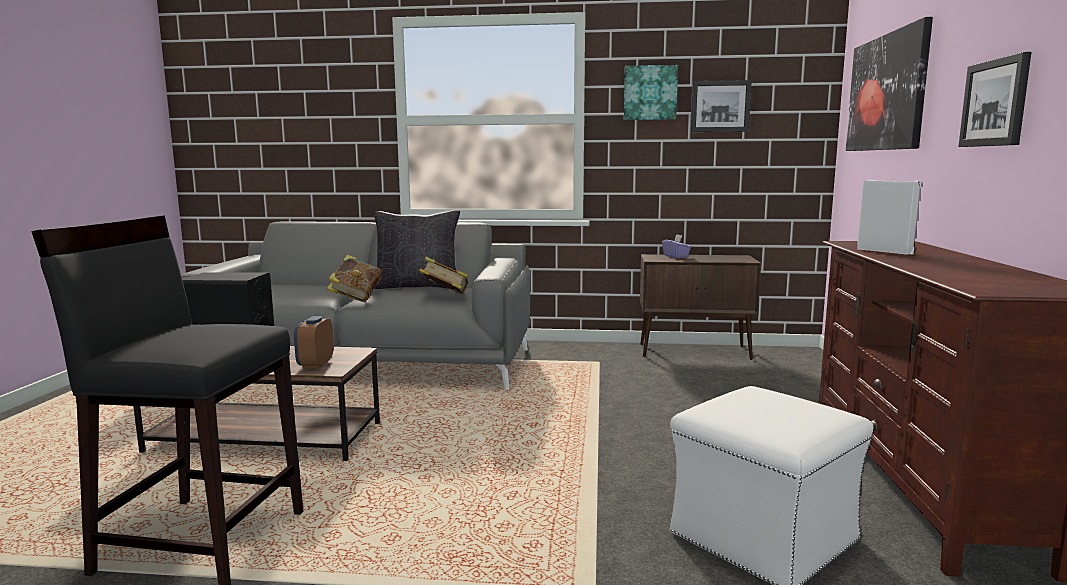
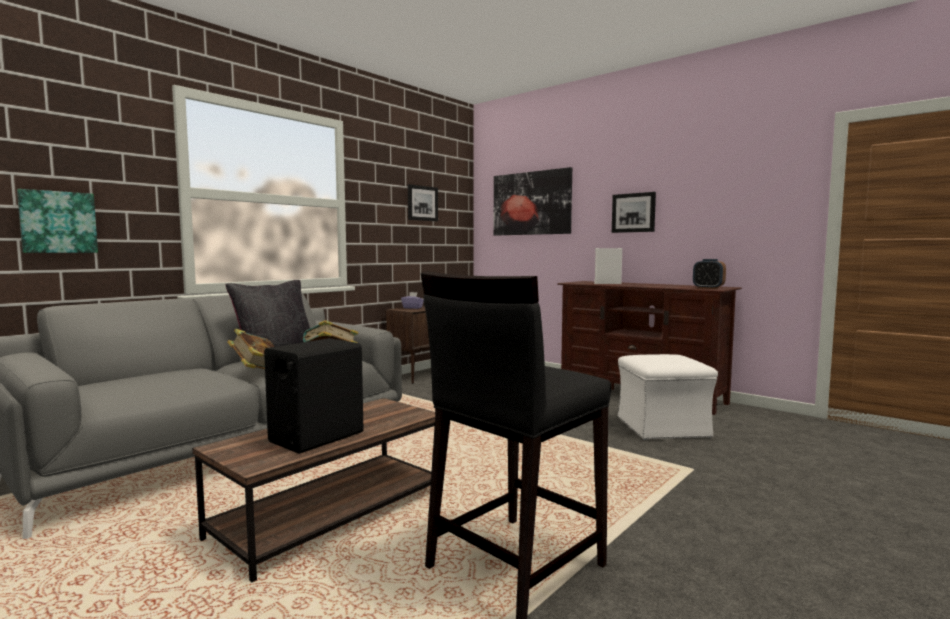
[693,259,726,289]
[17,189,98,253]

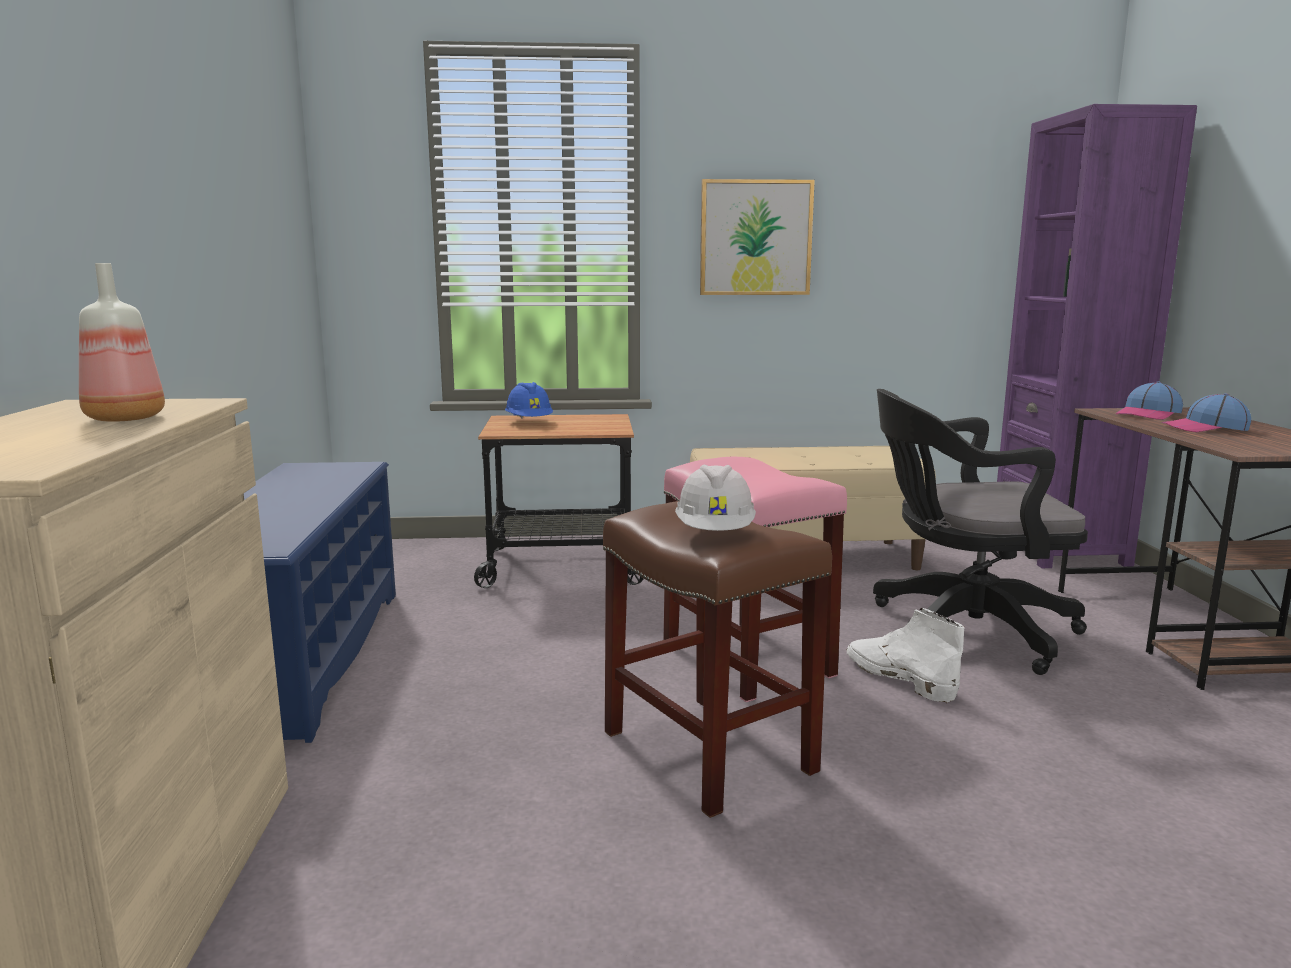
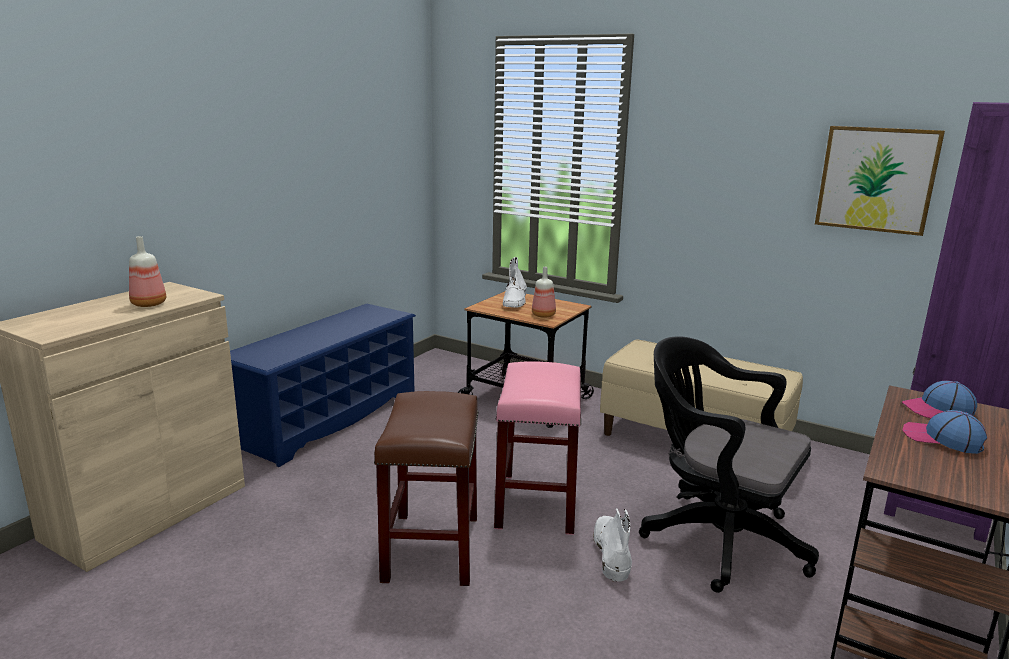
[503,257,527,308]
[675,464,756,531] (first image)
[815,126,945,236]
[532,267,556,318]

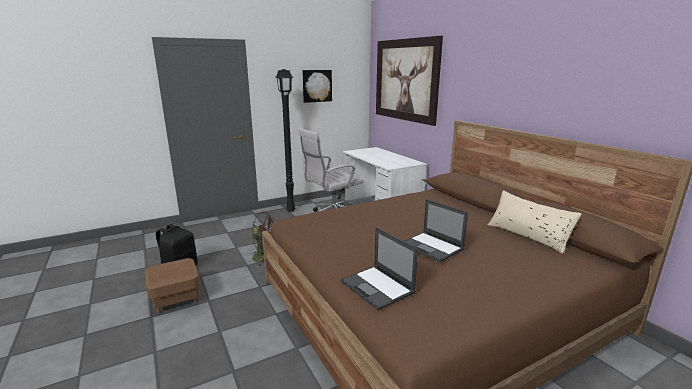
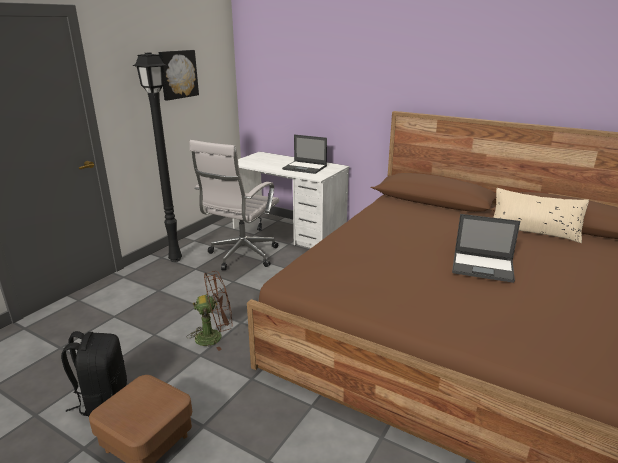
[282,134,327,174]
[376,36,443,126] (first image)

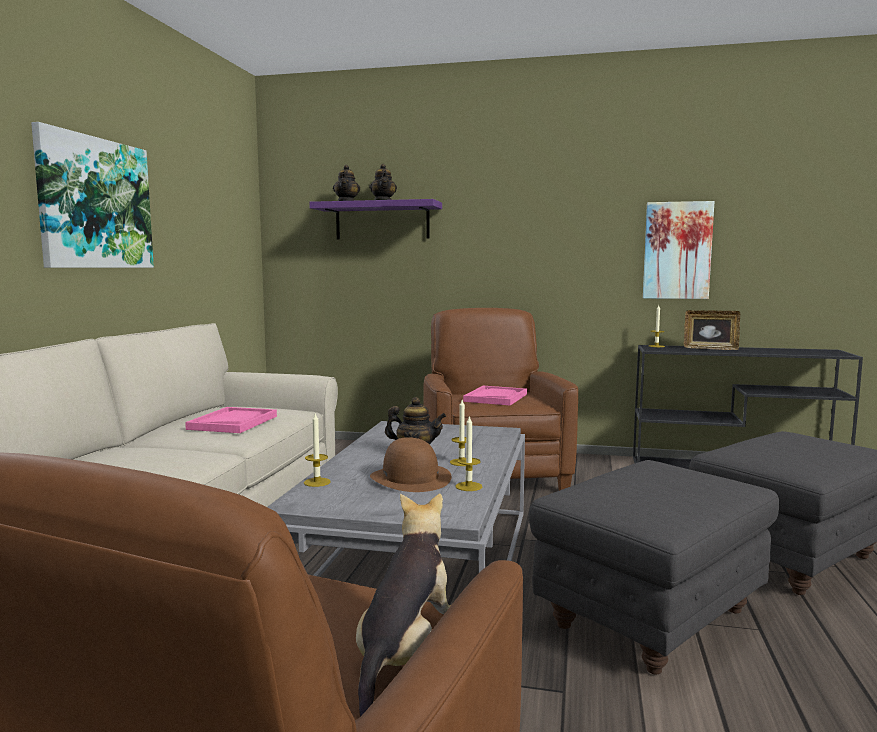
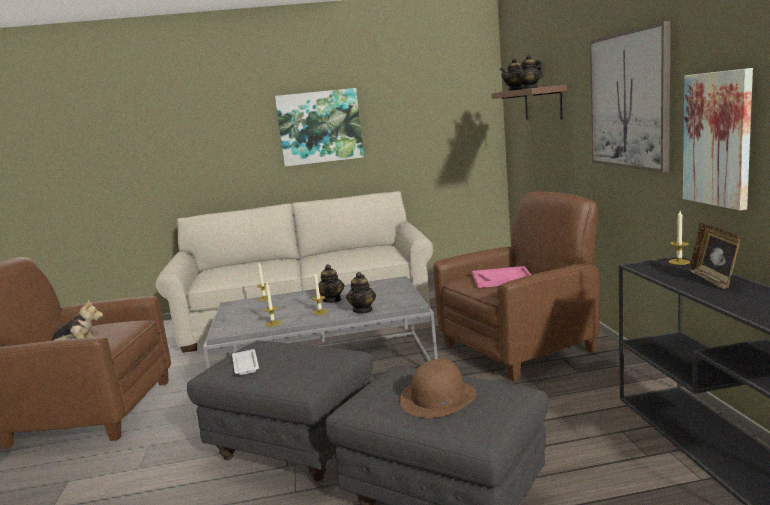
[185,407,277,433] (first image)
[491,85,567,119]
[399,359,476,418]
[232,349,259,375]
[346,272,376,313]
[590,21,671,173]

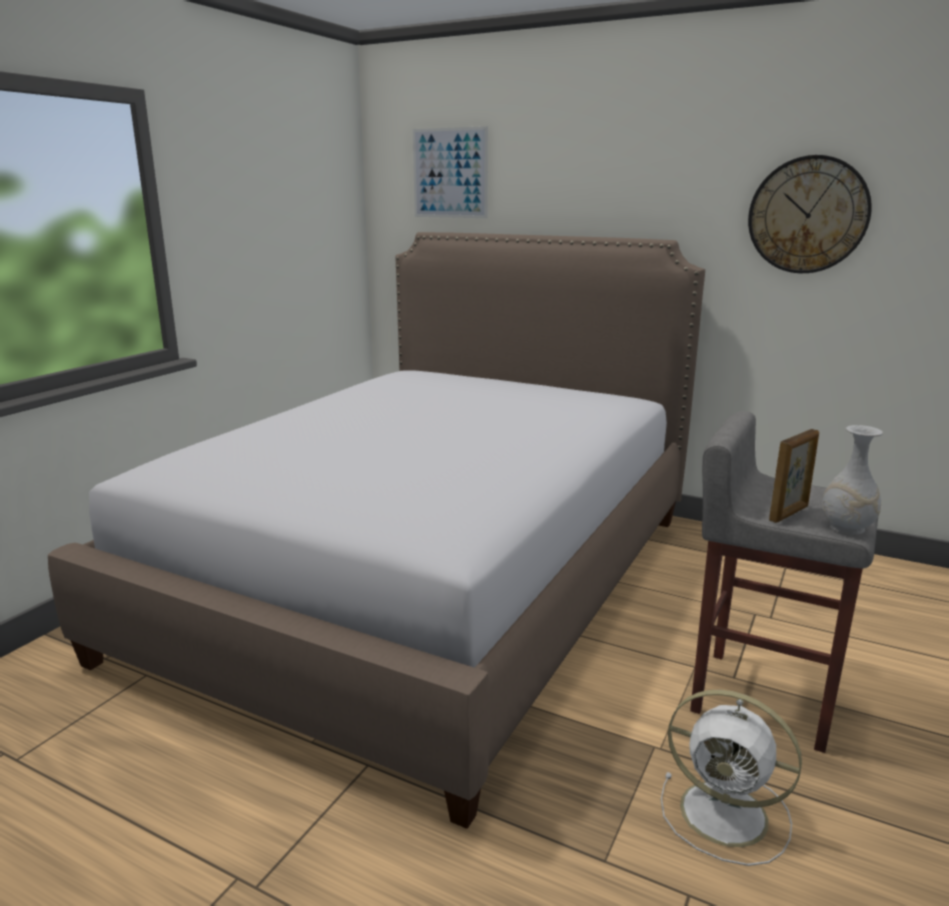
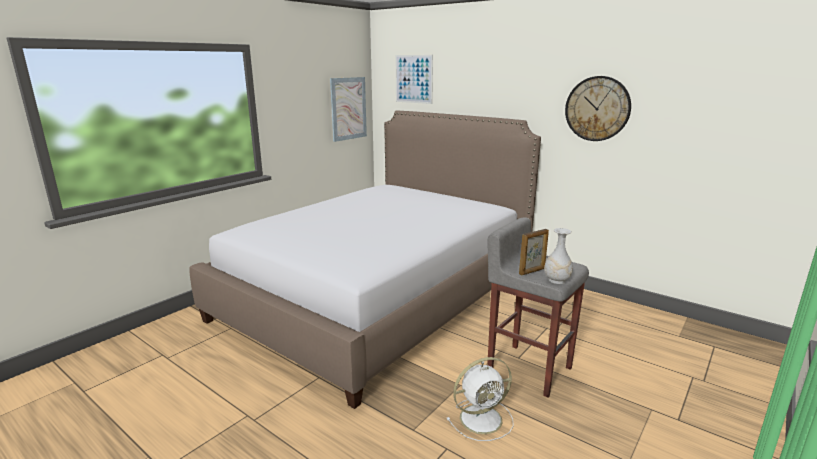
[446,357,514,441]
[330,77,367,142]

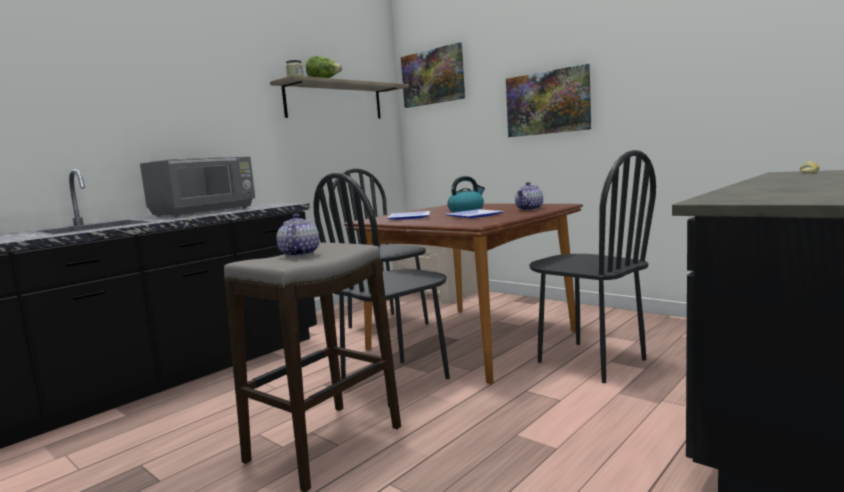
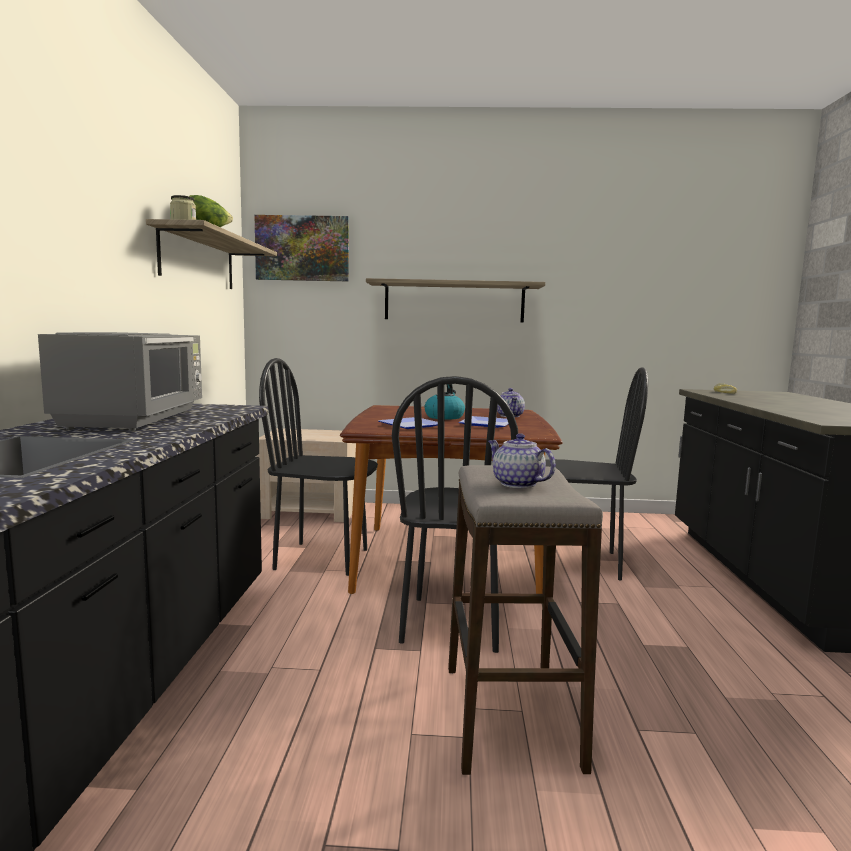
[366,278,545,322]

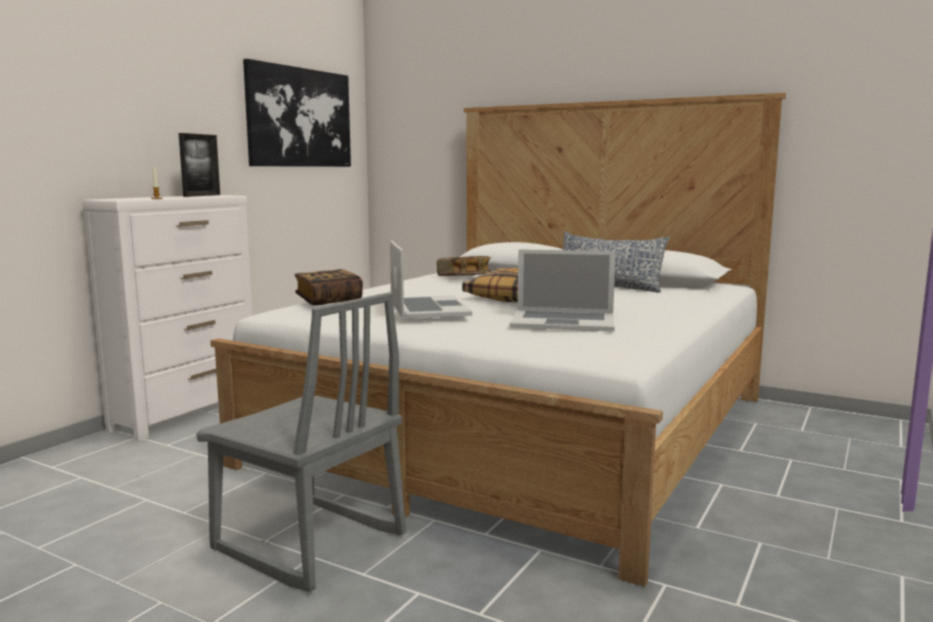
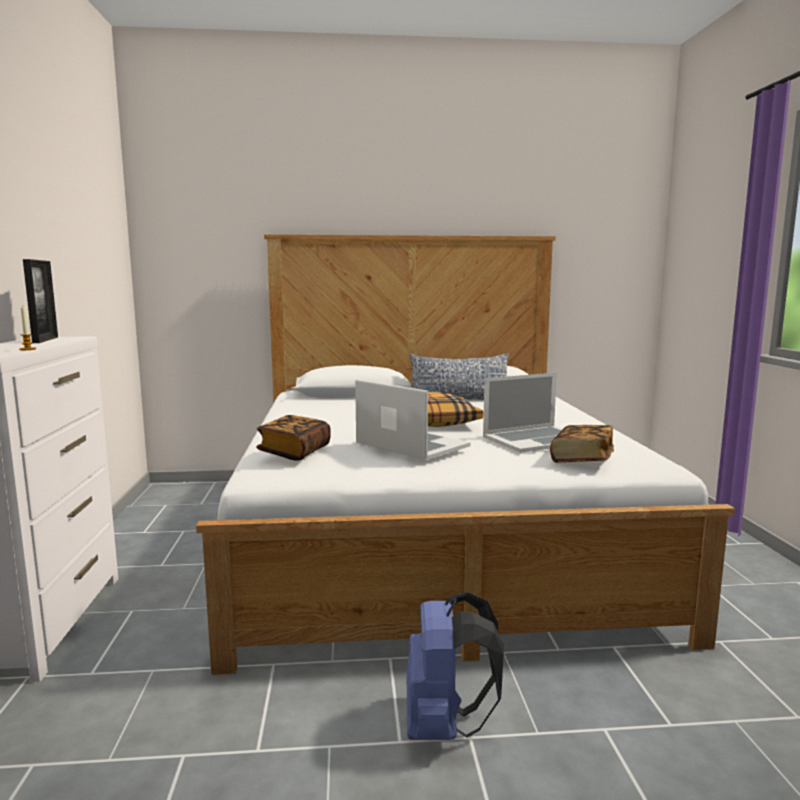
[407,592,504,740]
[243,59,351,167] (first image)
[550,425,614,463]

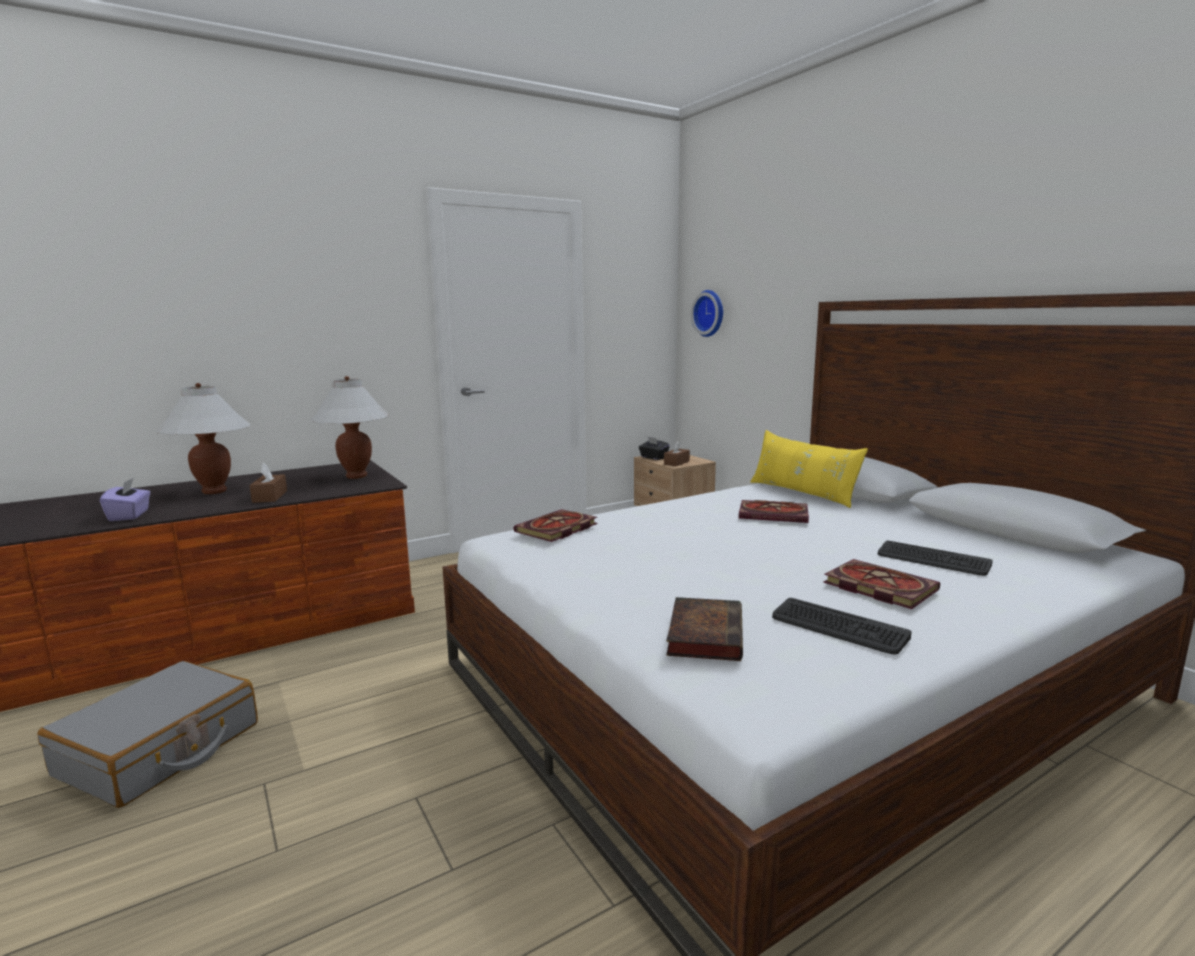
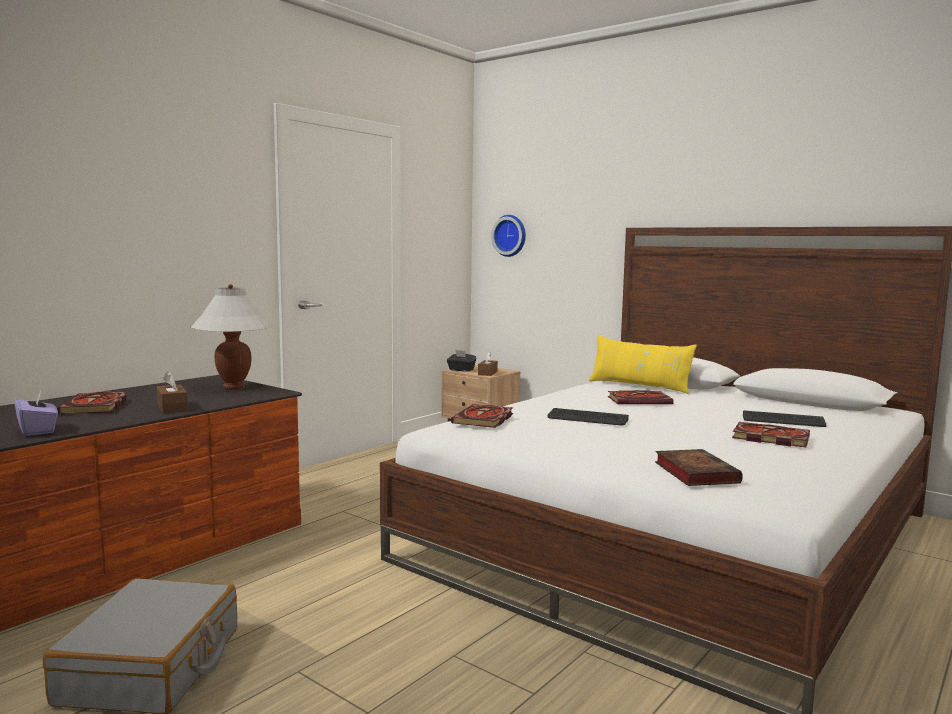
[57,391,128,414]
[547,408,629,425]

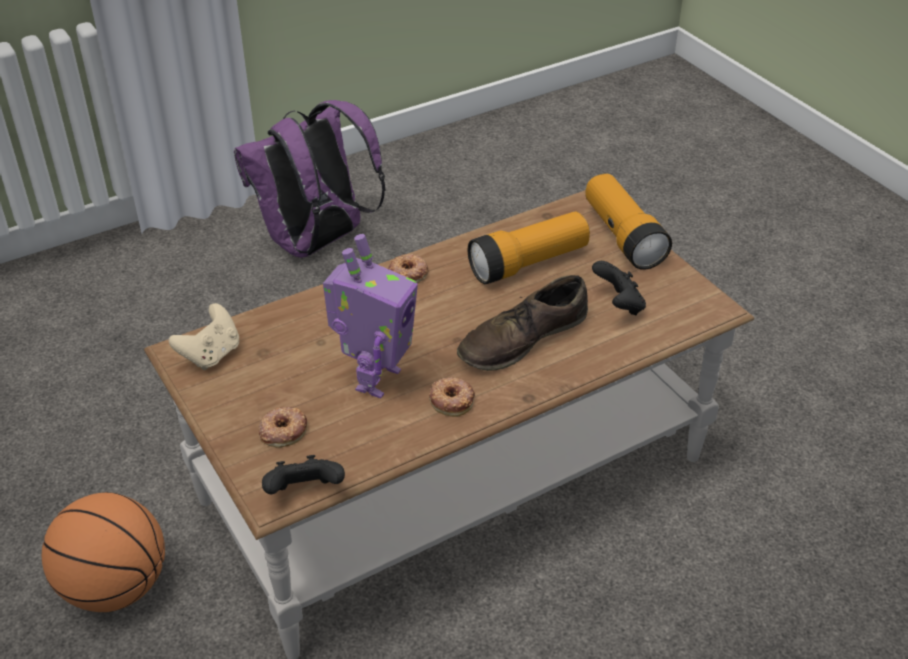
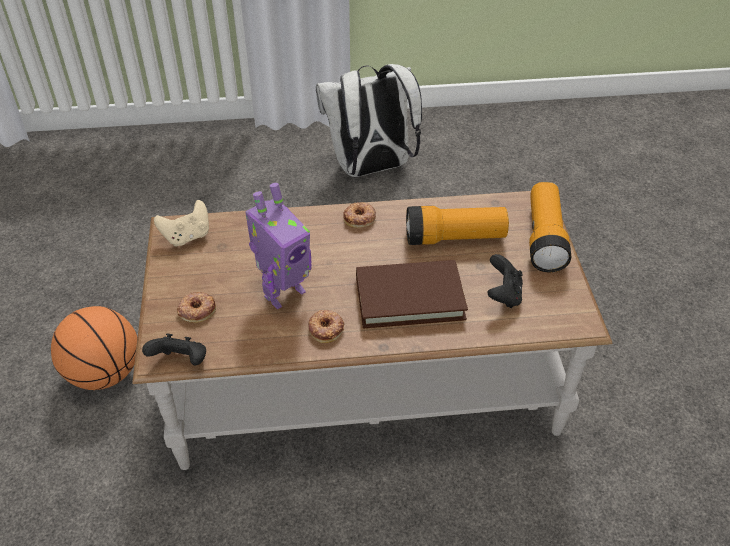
[316,64,422,177]
[356,260,468,328]

